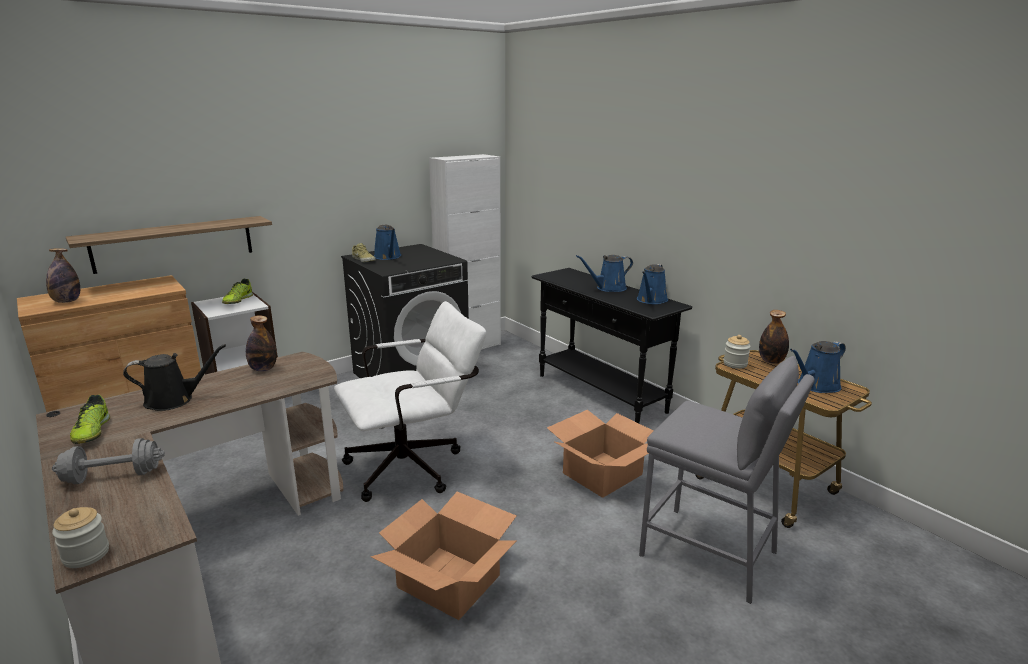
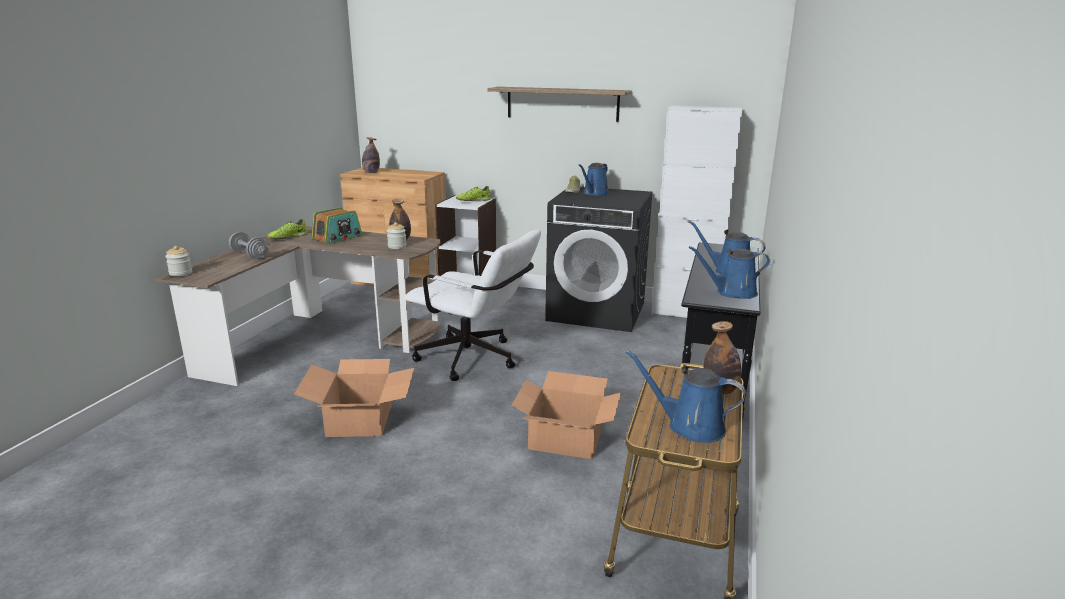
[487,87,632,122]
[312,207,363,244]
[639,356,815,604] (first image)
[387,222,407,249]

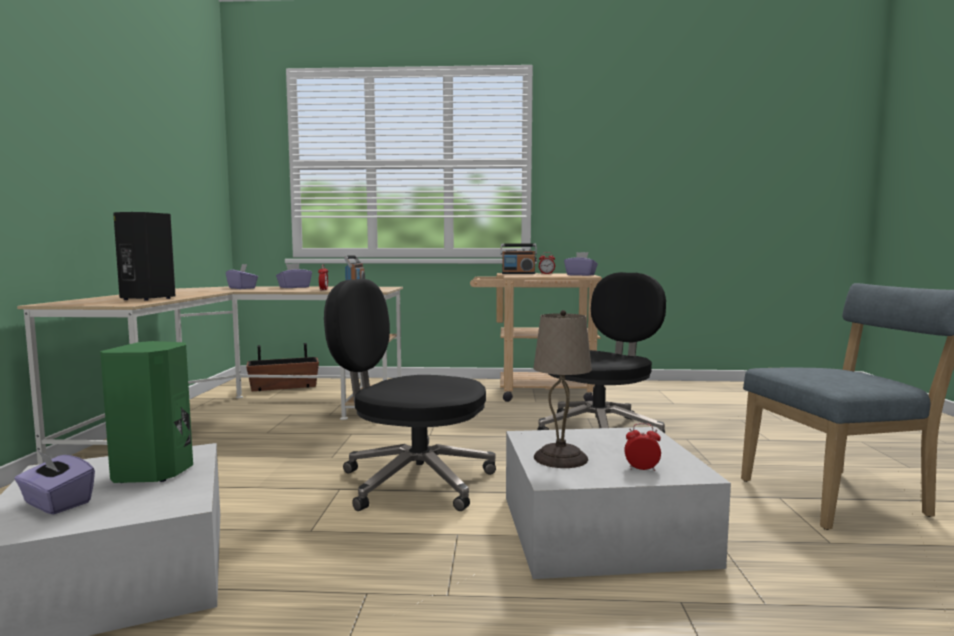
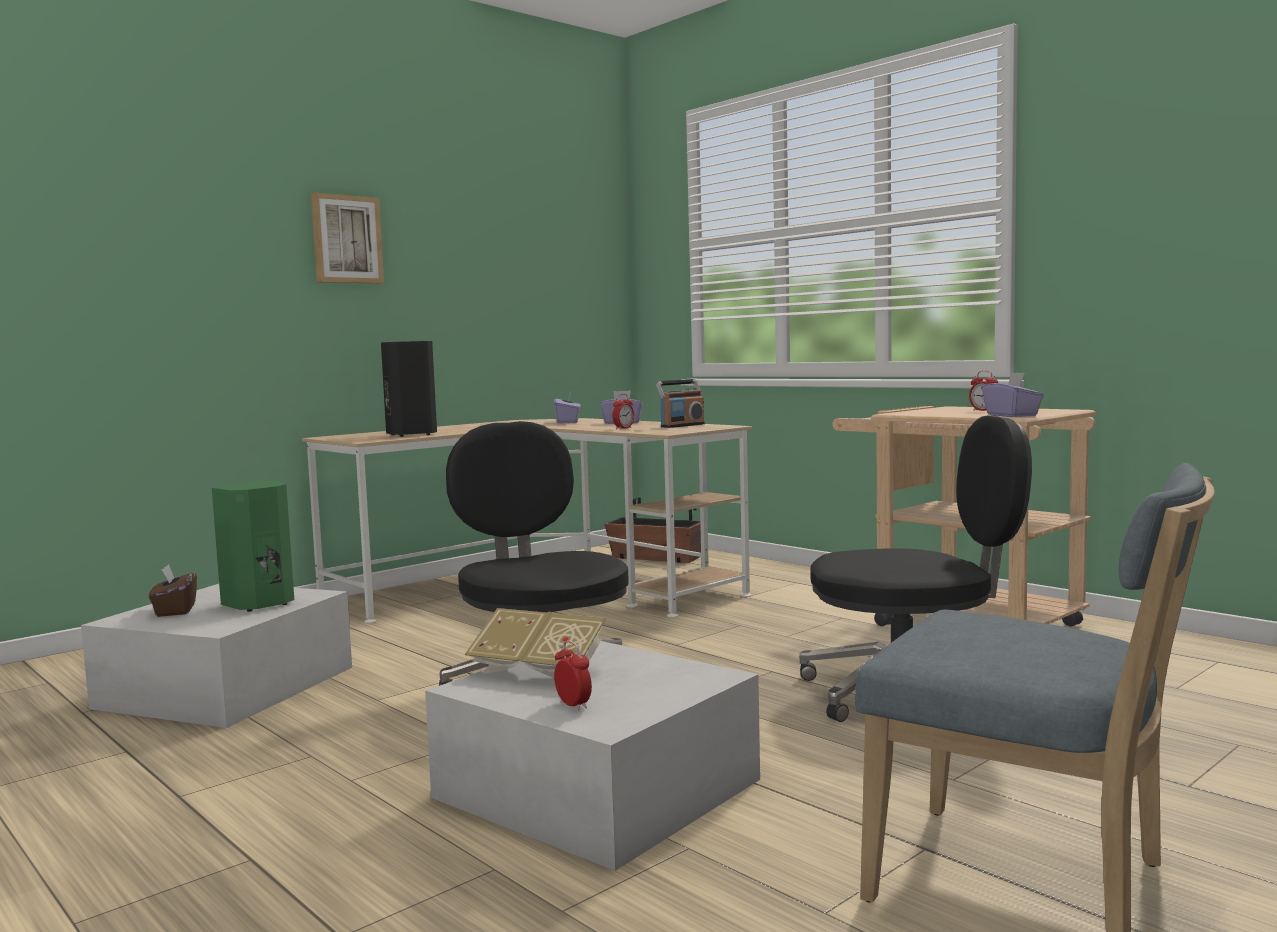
[149,564,197,617]
[500,244,537,274] (first image)
[465,608,606,678]
[311,193,384,284]

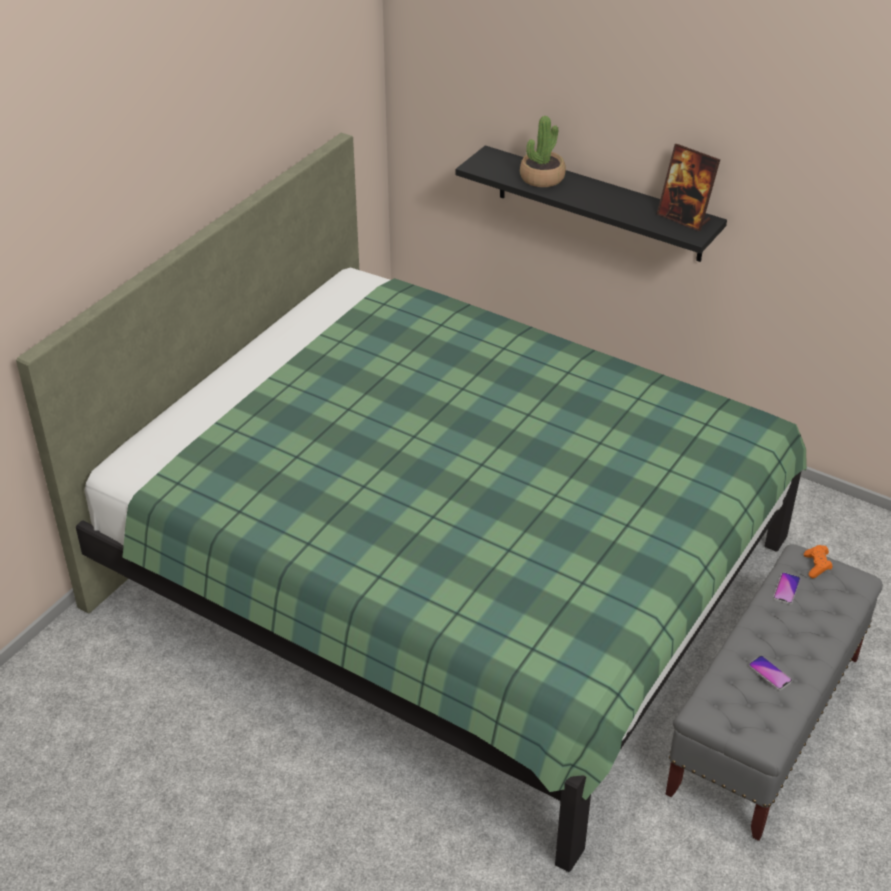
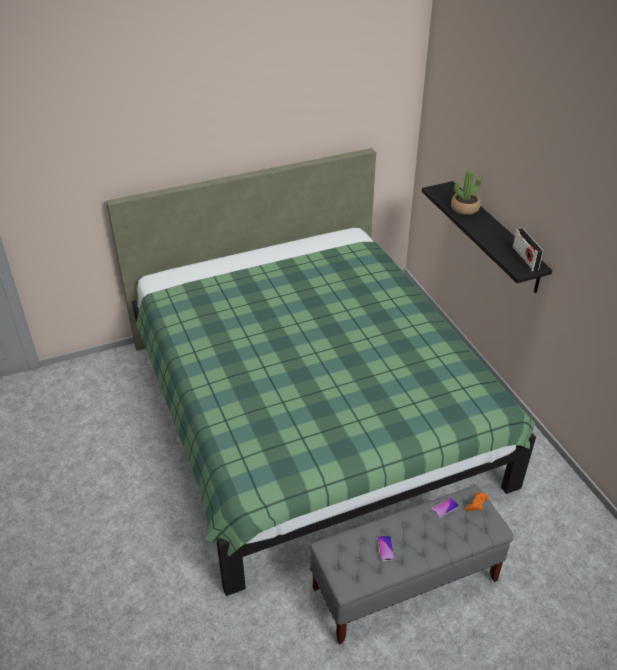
[512,228,543,272]

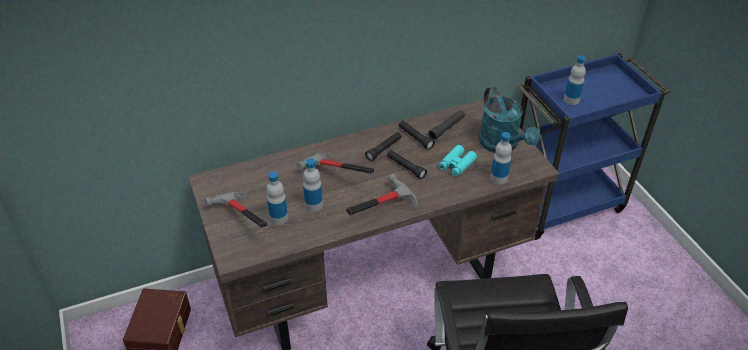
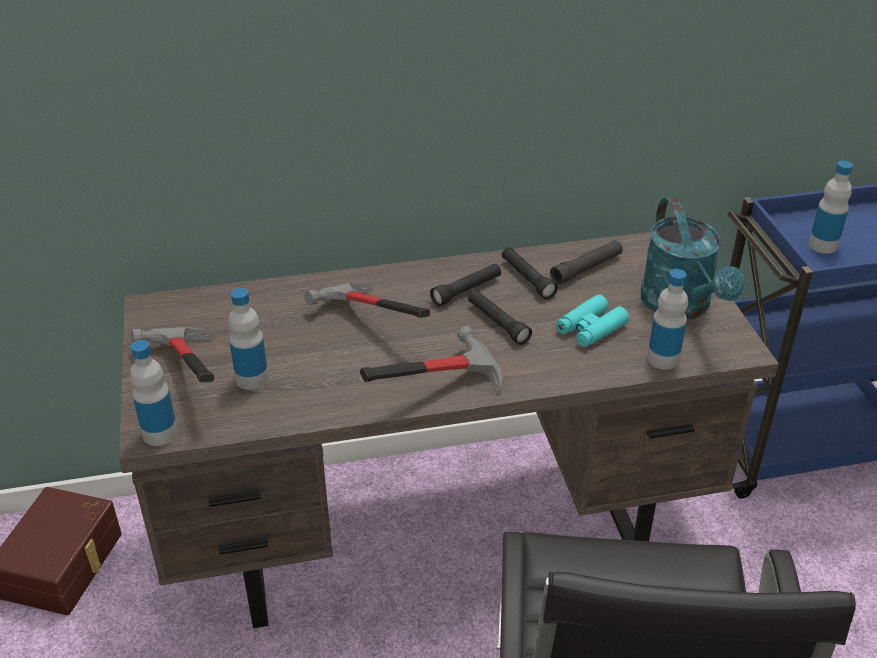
[130,340,178,446]

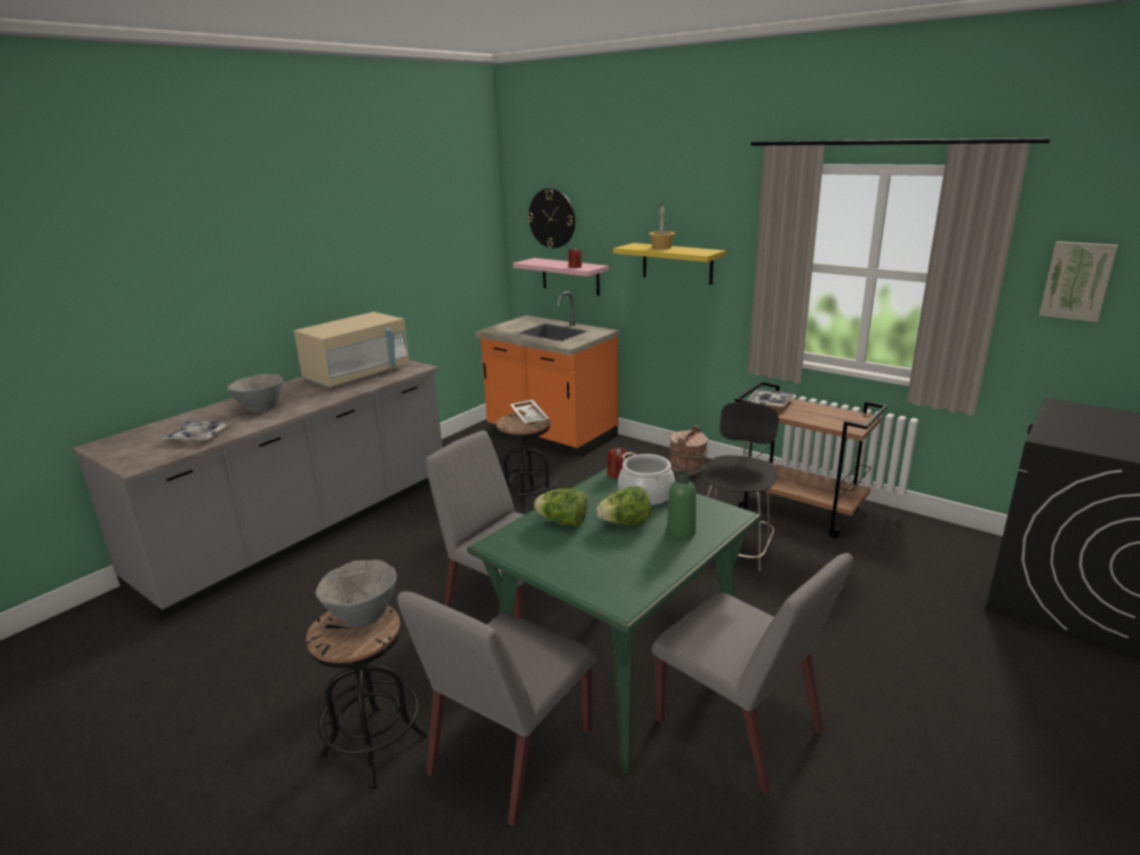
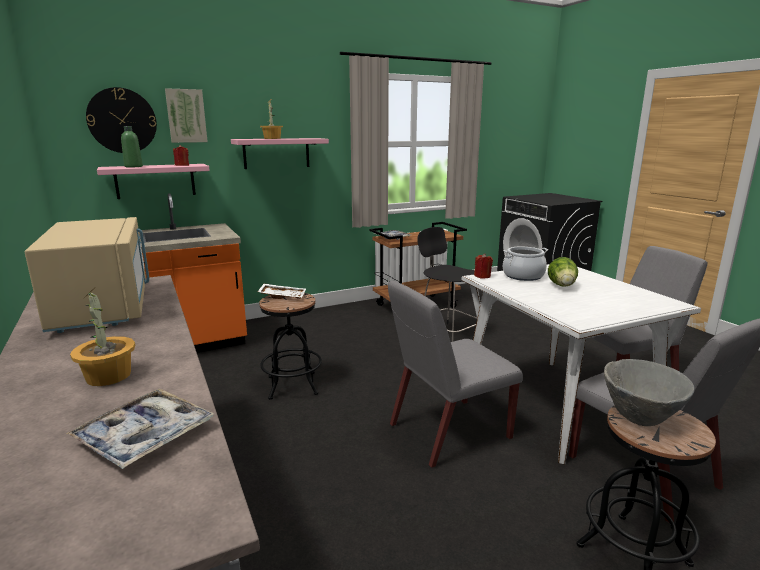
[70,289,135,386]
[462,264,701,464]
[534,488,587,527] (first image)
[231,138,329,169]
[121,126,143,167]
[669,425,708,475] (first image)
[165,88,208,143]

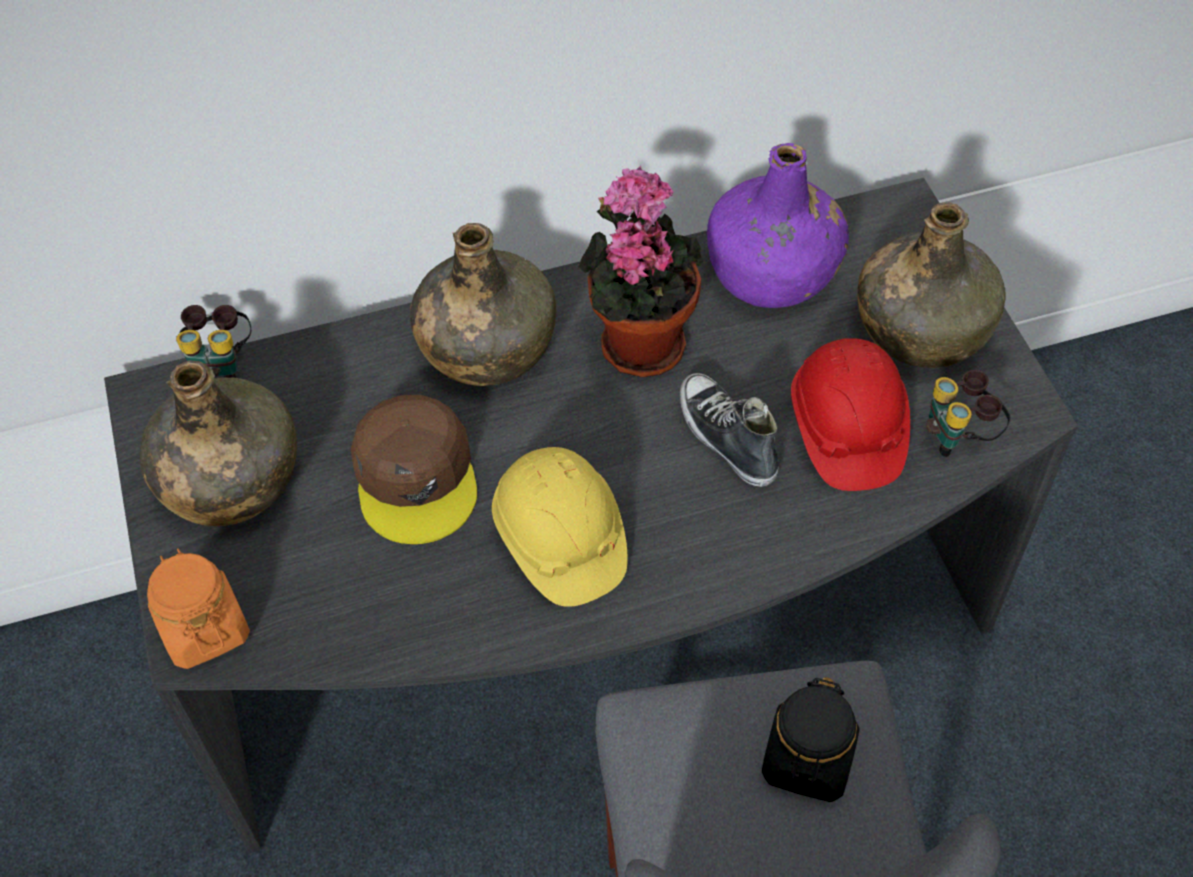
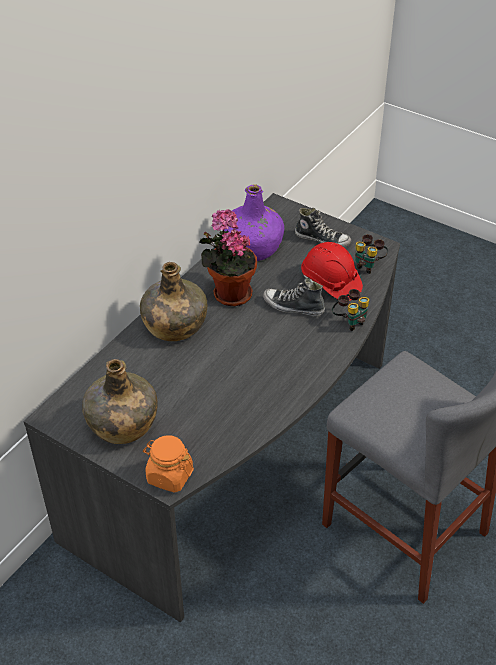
[332,289,369,331]
[351,394,477,544] (first image)
[492,447,628,607] (first image)
[762,677,860,802] (first image)
[295,208,351,247]

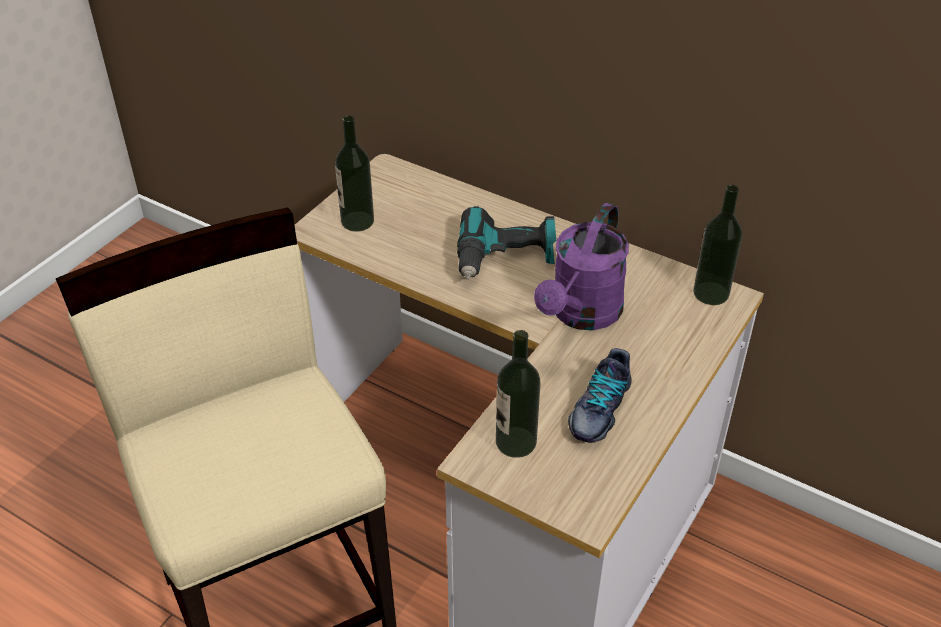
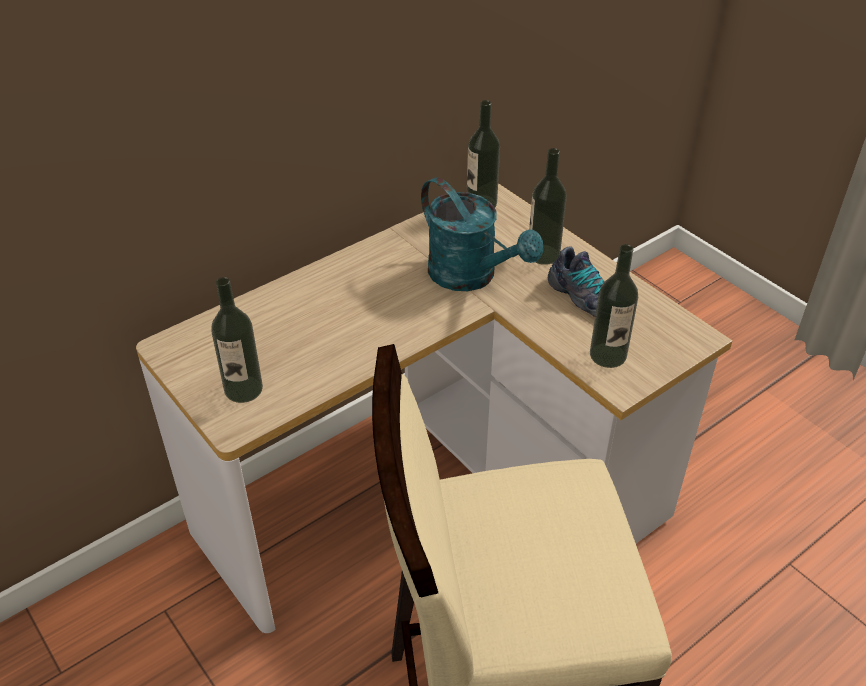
[457,206,556,280] (first image)
[421,177,543,291]
[529,148,567,265]

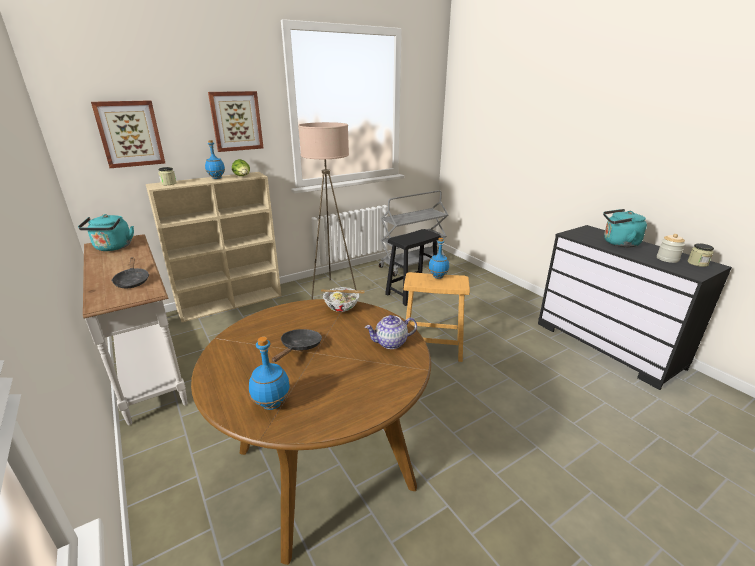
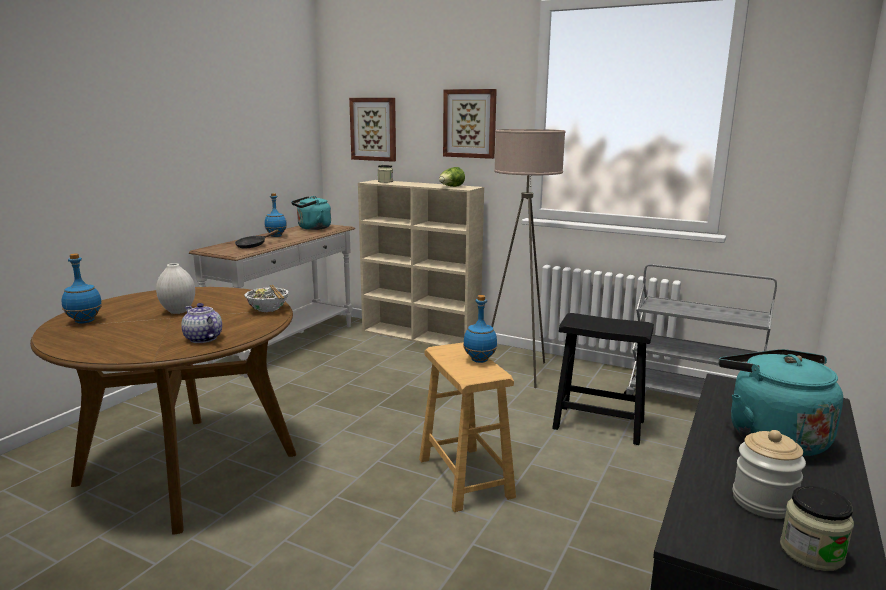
[264,193,287,237]
[156,263,195,314]

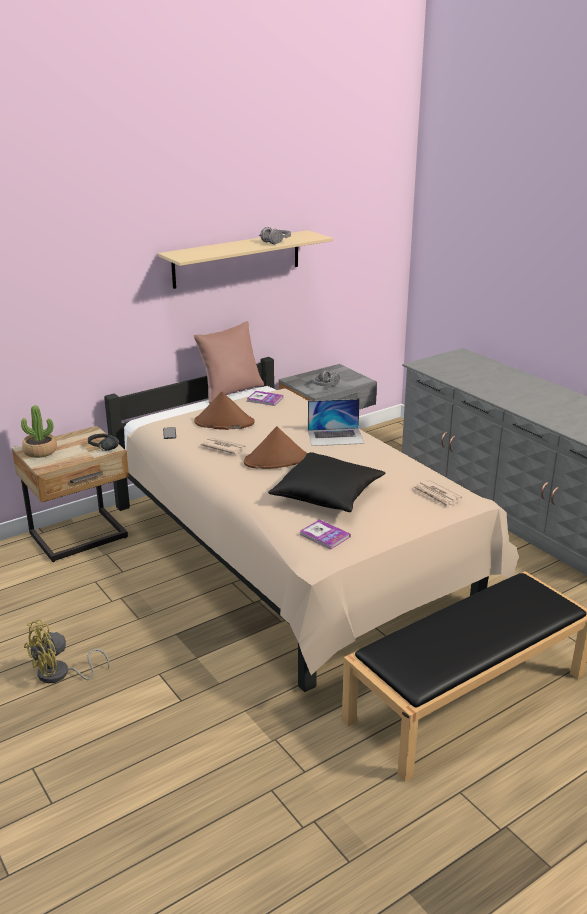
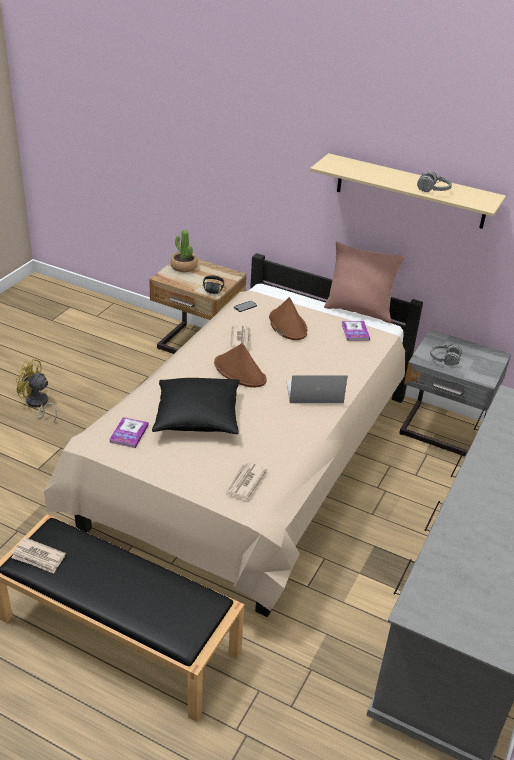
[286,375,348,403]
[11,537,66,573]

